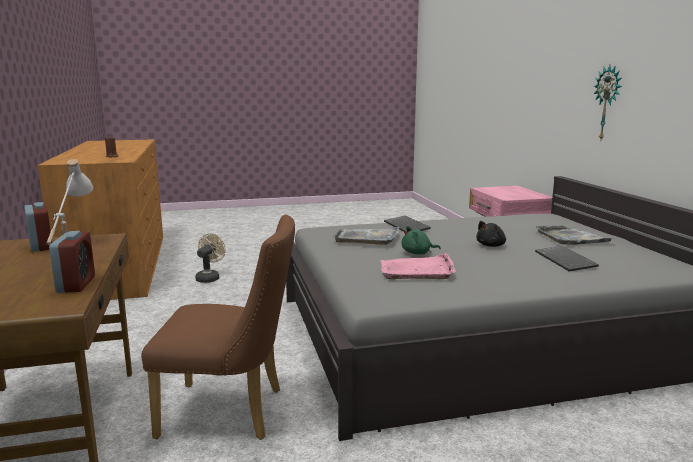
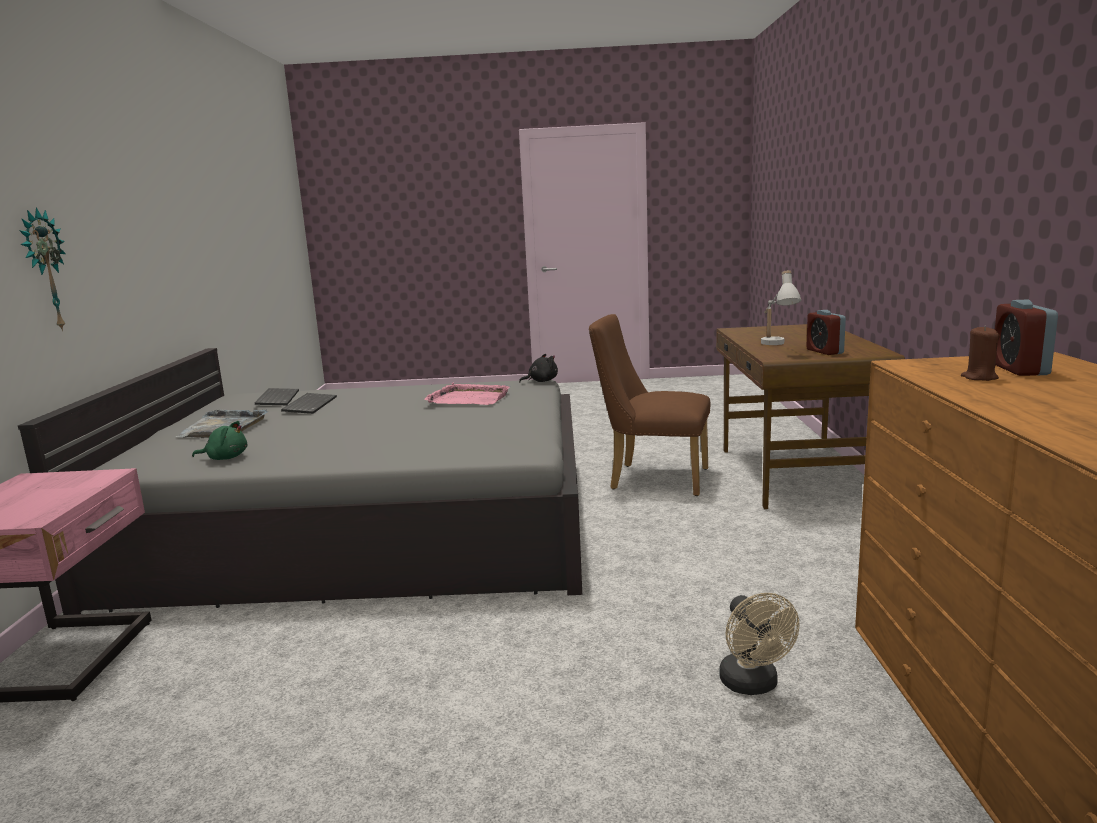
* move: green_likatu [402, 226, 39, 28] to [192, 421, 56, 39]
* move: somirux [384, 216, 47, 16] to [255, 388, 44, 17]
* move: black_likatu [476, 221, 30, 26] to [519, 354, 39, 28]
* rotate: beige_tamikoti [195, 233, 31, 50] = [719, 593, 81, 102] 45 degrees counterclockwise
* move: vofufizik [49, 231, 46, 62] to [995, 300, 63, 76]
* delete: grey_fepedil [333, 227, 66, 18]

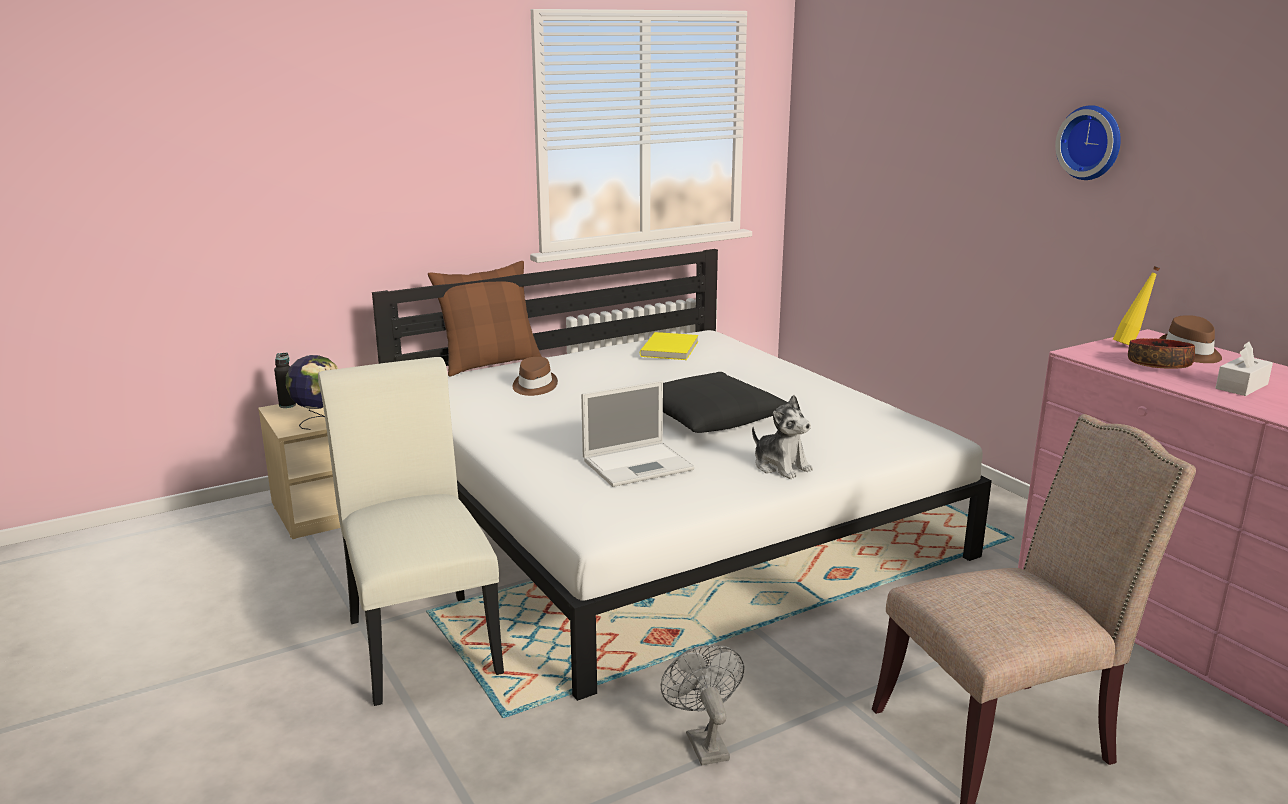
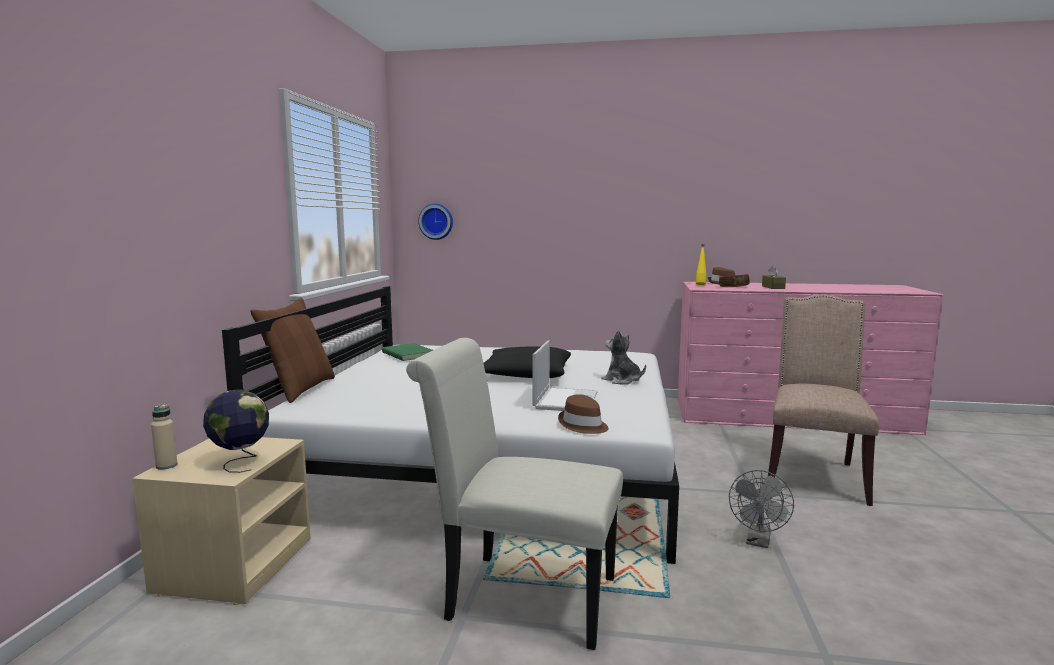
* recolor: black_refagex [274, 353, 22, 55] to beige_refagex [151, 403, 26, 67]
* recolor: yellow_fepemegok [640, 332, 58, 28] to green_fepemegok [382, 343, 51, 18]
* move: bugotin [1055, 105, 66, 75] to [418, 203, 35, 37]
* move: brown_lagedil [513, 357, 45, 39] to [558, 394, 51, 40]
* rotate: likatu [752, 395, 61, 84] = [602, 330, 44, 55] 135 degrees counterclockwise
* rotate: grey_tamikoti [661, 645, 83, 120] = [729, 470, 65, 78] 90 degrees counterclockwise
* recolor: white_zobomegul [1215, 342, 58, 54] to brown_zobomegul [762, 266, 24, 23]

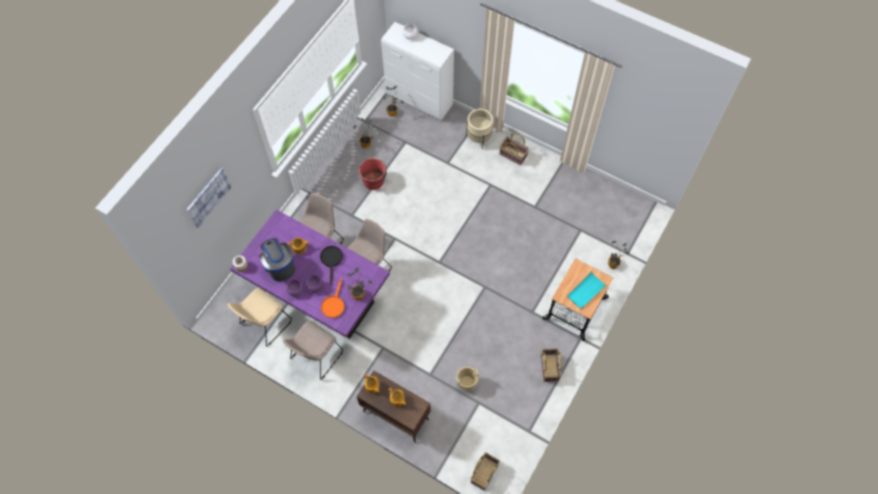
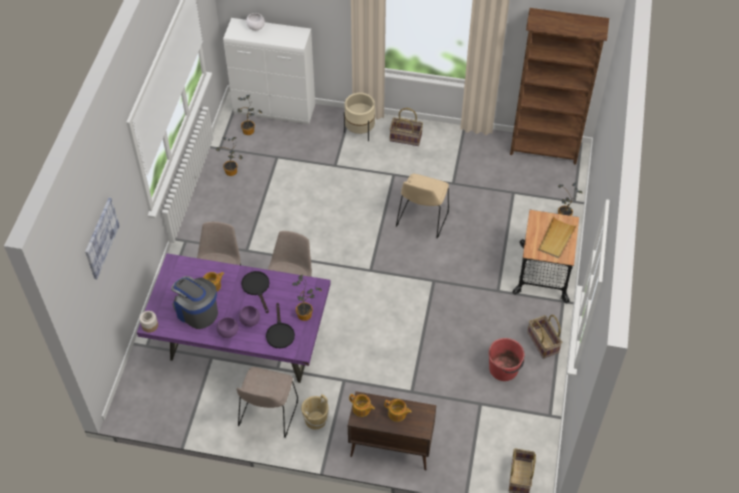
* recolor: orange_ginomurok [321, 278, 23, 40] to black_ginomurok [266, 303, 29, 45]
* move: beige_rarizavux [456, 367, 23, 25] to [301, 394, 28, 36]
* move: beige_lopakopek [228, 287, 64, 60] to [396, 174, 53, 64]
* move: red_rarizavux [359, 158, 27, 32] to [488, 338, 36, 43]
* insert: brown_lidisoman [510, 8, 99, 157]
* recolor: turquoise_fepedil [567, 271, 40, 38] to beige_fepedil [538, 216, 39, 42]

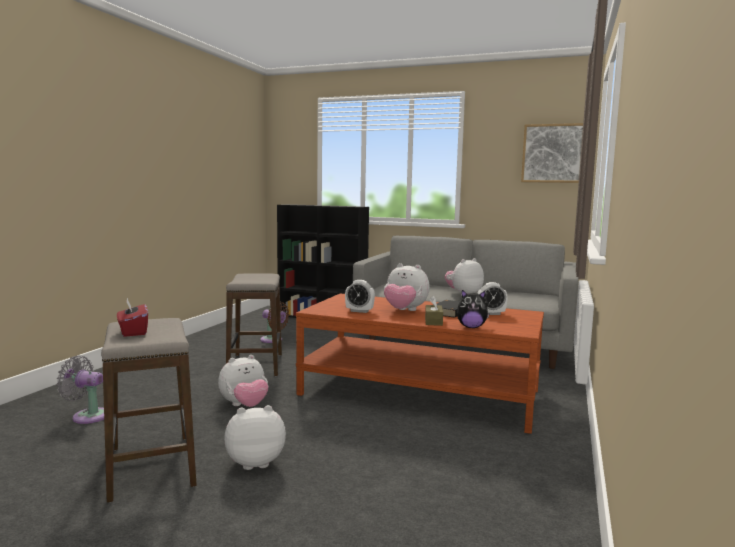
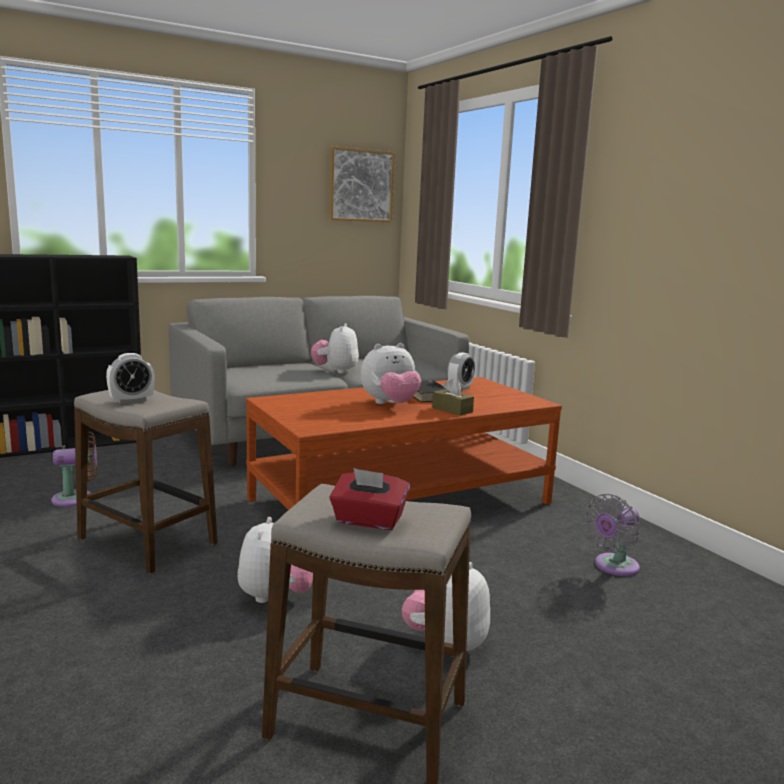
* move: vofufizik [345, 280, 30, 33] to [106, 353, 49, 51]
* move: grey_tamikoti [56, 355, 48, 69] to [585, 494, 55, 82]
* delete: likatu [457, 290, 33, 38]

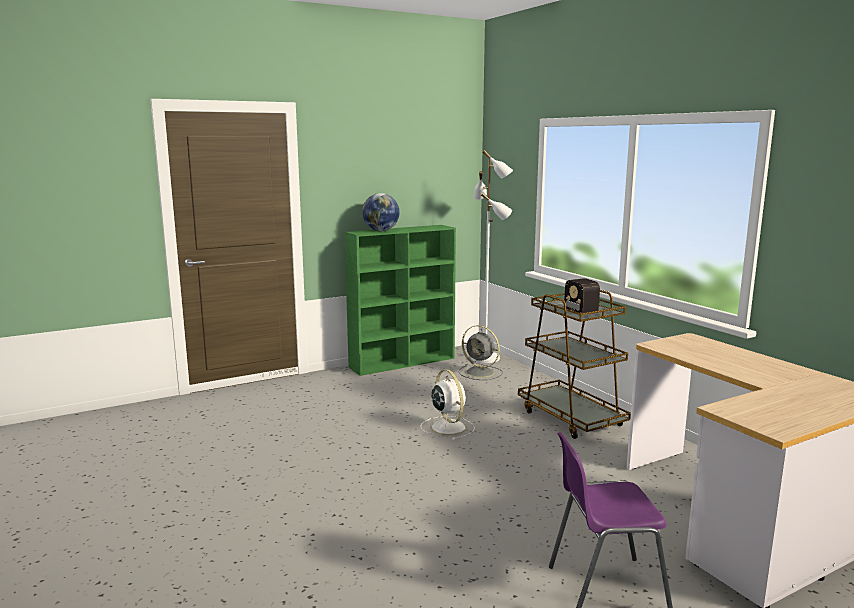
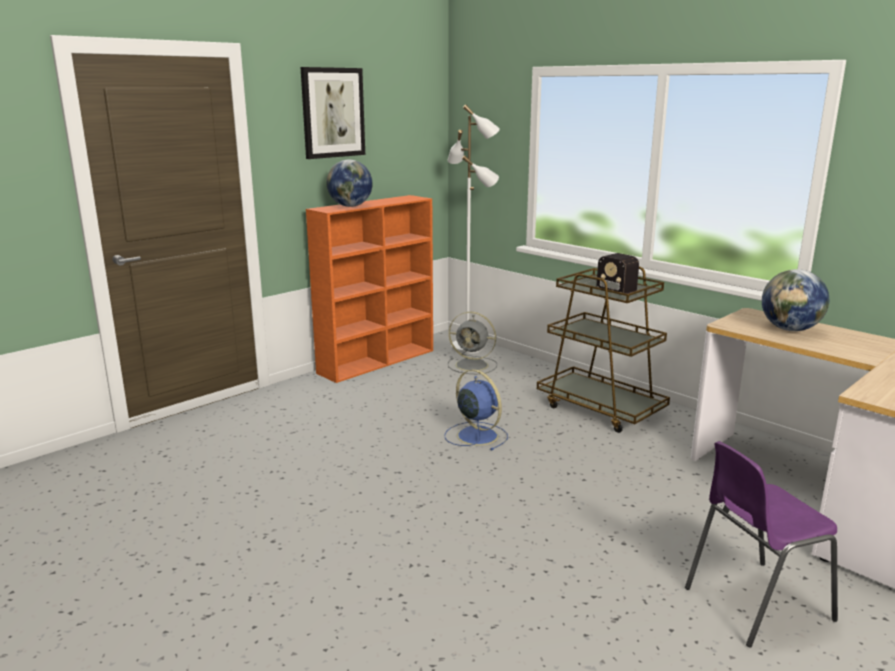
* insert: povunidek [300, 67, 65, 92]
* recolor: green_lidisoman [345, 225, 111, 151] to orange_lidisoman [306, 195, 127, 188]
* recolor: white_tamikoti [420, 369, 55, 71] to blue_tamikoti [444, 369, 64, 82]
* insert: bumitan [762, 269, 67, 62]

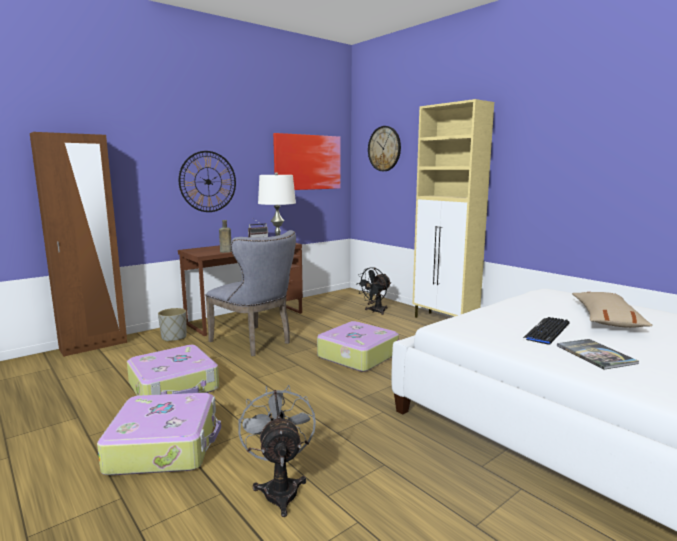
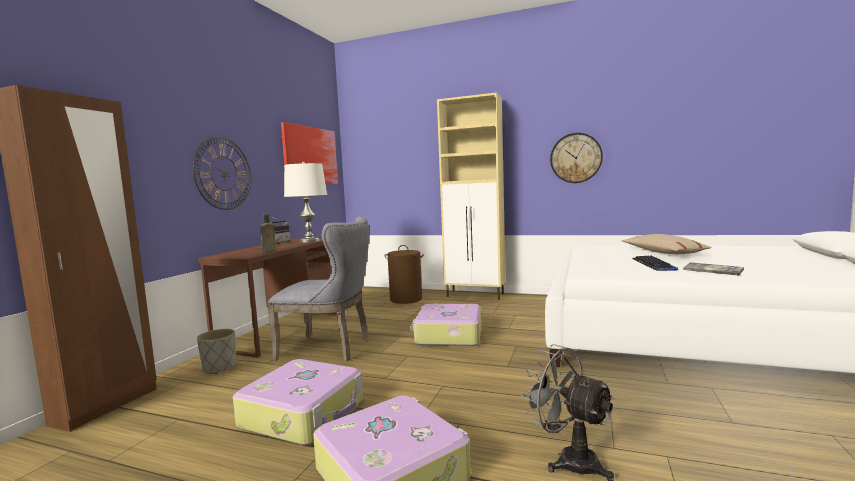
* replace: black_tamikoti [357, 267, 34, 48] to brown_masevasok [384, 245, 40, 59]
* move: bugotin [368, 126, 33, 45] to [550, 133, 53, 50]

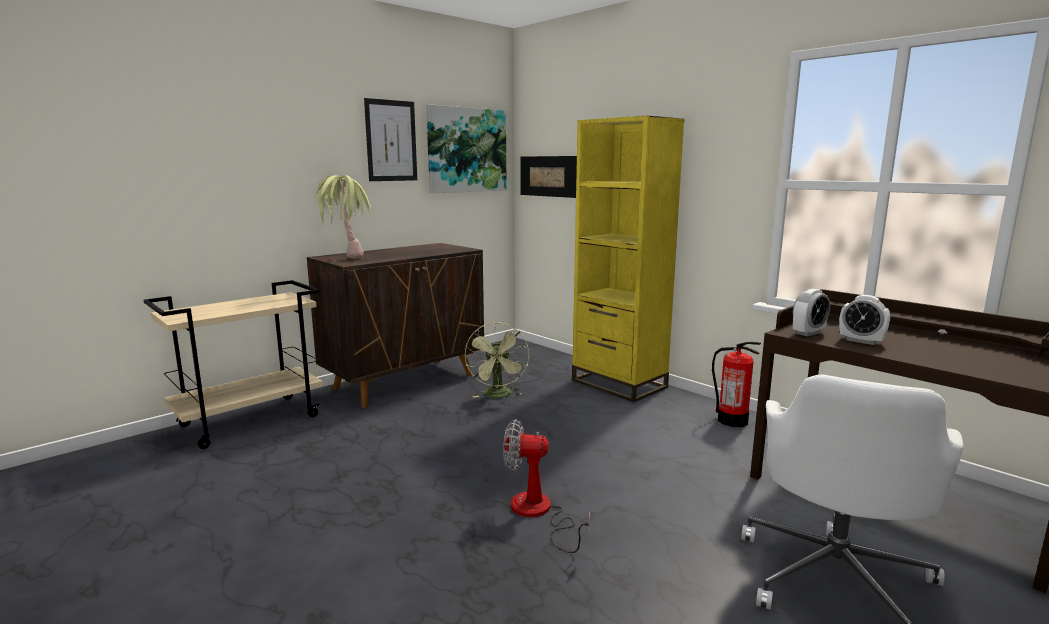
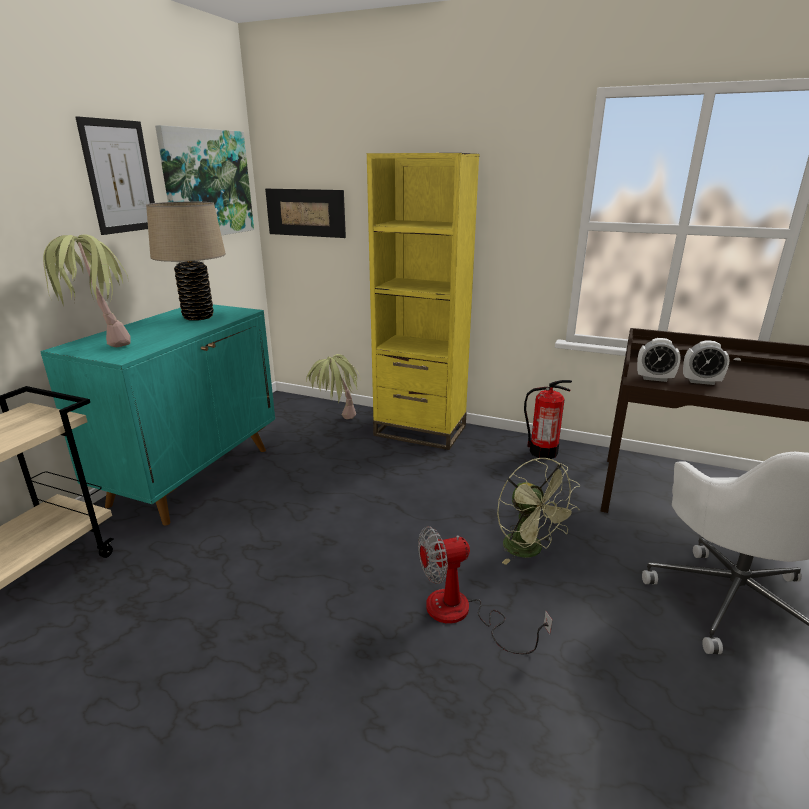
* recolor: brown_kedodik [307, 243, 177, 165] to turquoise_kedodik [40, 304, 235, 222]
* insert: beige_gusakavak [146, 202, 80, 119]
* insert: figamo [306, 354, 54, 65]
* move: green_tamikoti [465, 322, 64, 76] to [497, 458, 83, 107]
* rotate: vofufizik [793, 289, 37, 47] = [637, 338, 44, 44] 75 degrees clockwise

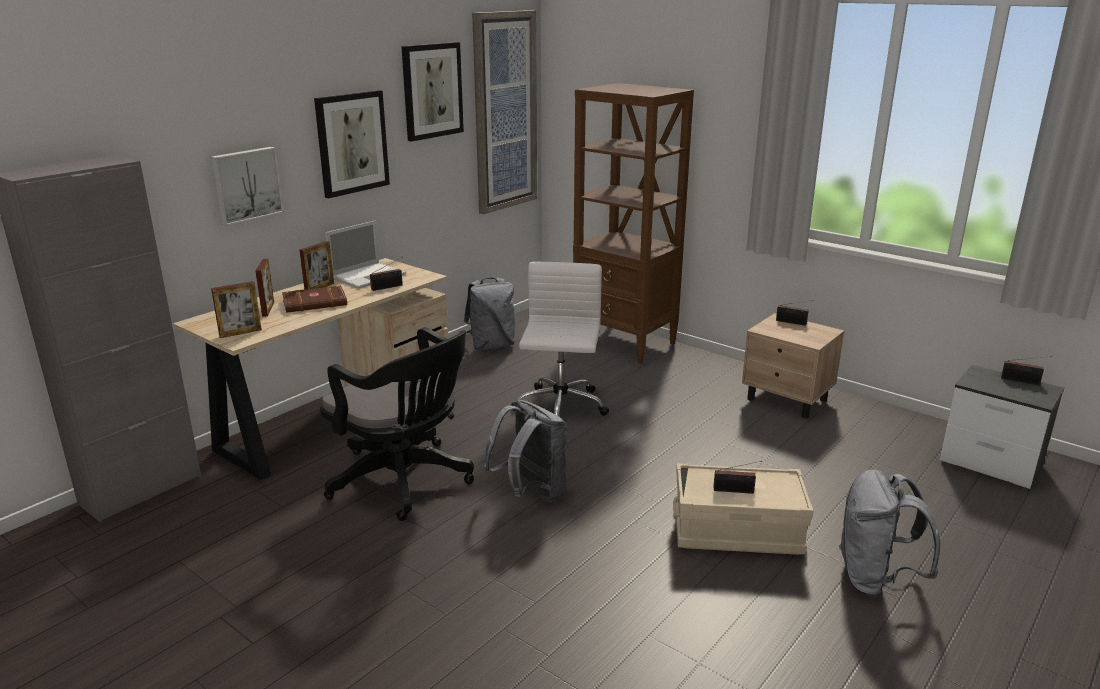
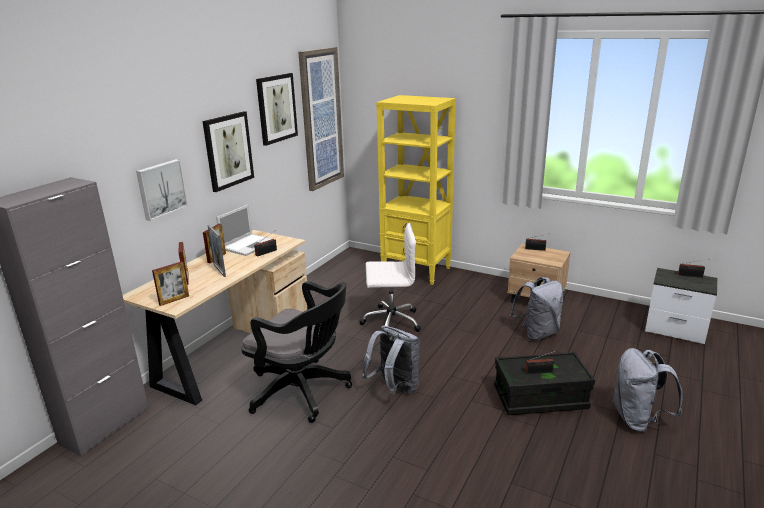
* replace: brown_fepemegok [282, 285, 65, 28] to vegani [207, 225, 19, 52]
* rotate: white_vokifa [511, 262, 98, 154] = [360, 223, 61, 109] 90 degrees clockwise
* recolor: brown_lidisoman [573, 83, 121, 281] to yellow_lidisoman [376, 95, 80, 190]
* recolor: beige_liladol [673, 463, 140, 92] to black_liladol [494, 351, 101, 64]
* move: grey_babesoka [464, 278, 51, 72] to [510, 277, 53, 63]

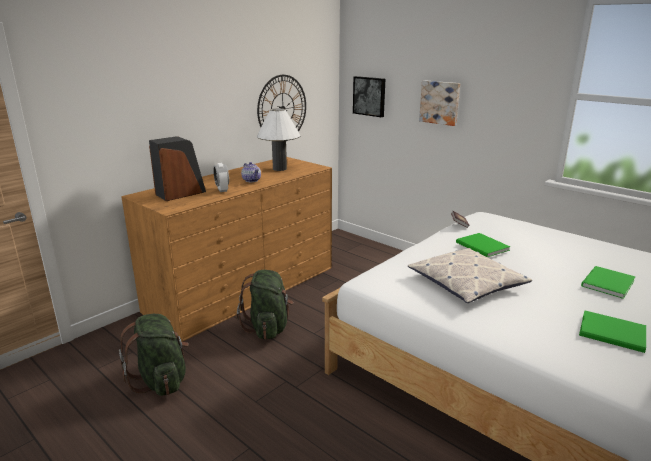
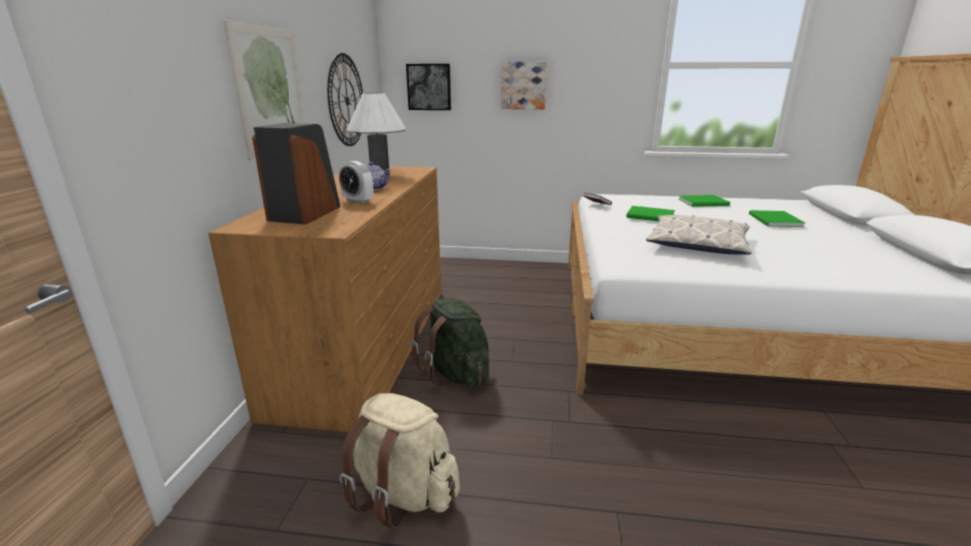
* insert: povunidek [223, 20, 83, 140]
* recolor: green_babesoka [119, 314, 70, 82] to beige_babesoka [340, 393, 120, 136]
* move: green_fepemegok [579, 310, 67, 43] to [679, 195, 51, 12]

